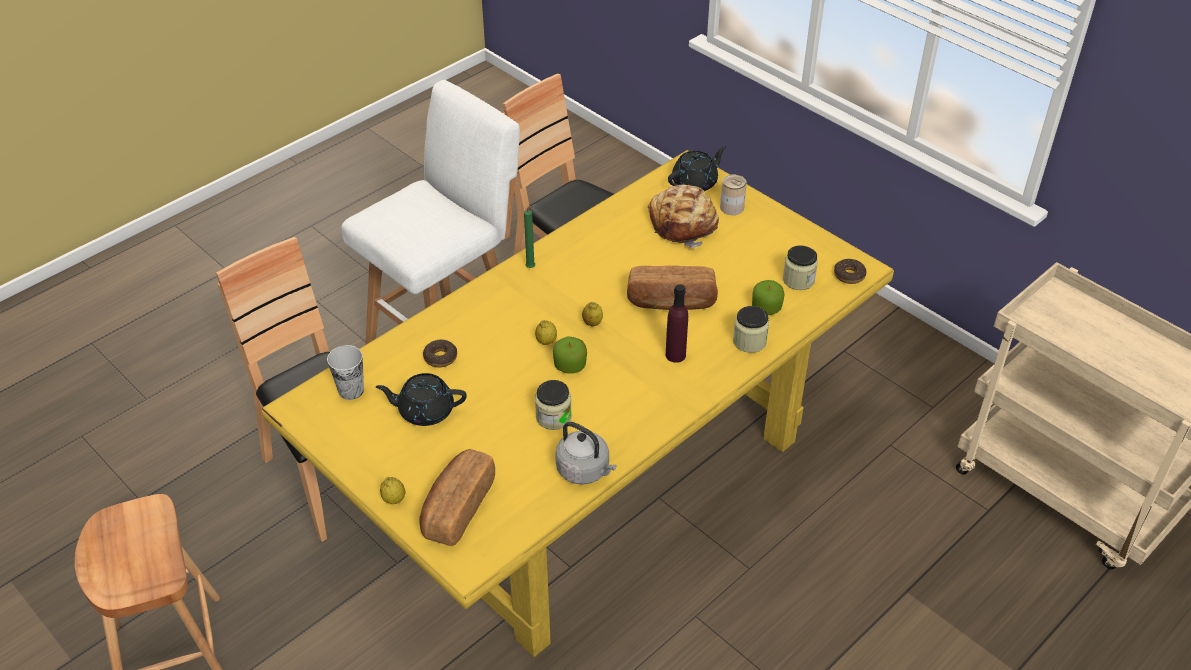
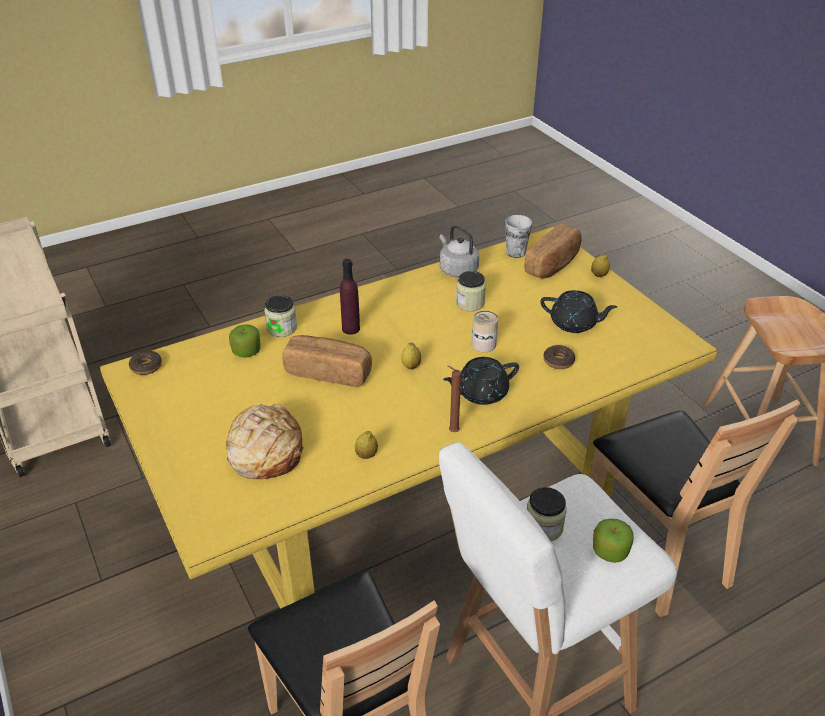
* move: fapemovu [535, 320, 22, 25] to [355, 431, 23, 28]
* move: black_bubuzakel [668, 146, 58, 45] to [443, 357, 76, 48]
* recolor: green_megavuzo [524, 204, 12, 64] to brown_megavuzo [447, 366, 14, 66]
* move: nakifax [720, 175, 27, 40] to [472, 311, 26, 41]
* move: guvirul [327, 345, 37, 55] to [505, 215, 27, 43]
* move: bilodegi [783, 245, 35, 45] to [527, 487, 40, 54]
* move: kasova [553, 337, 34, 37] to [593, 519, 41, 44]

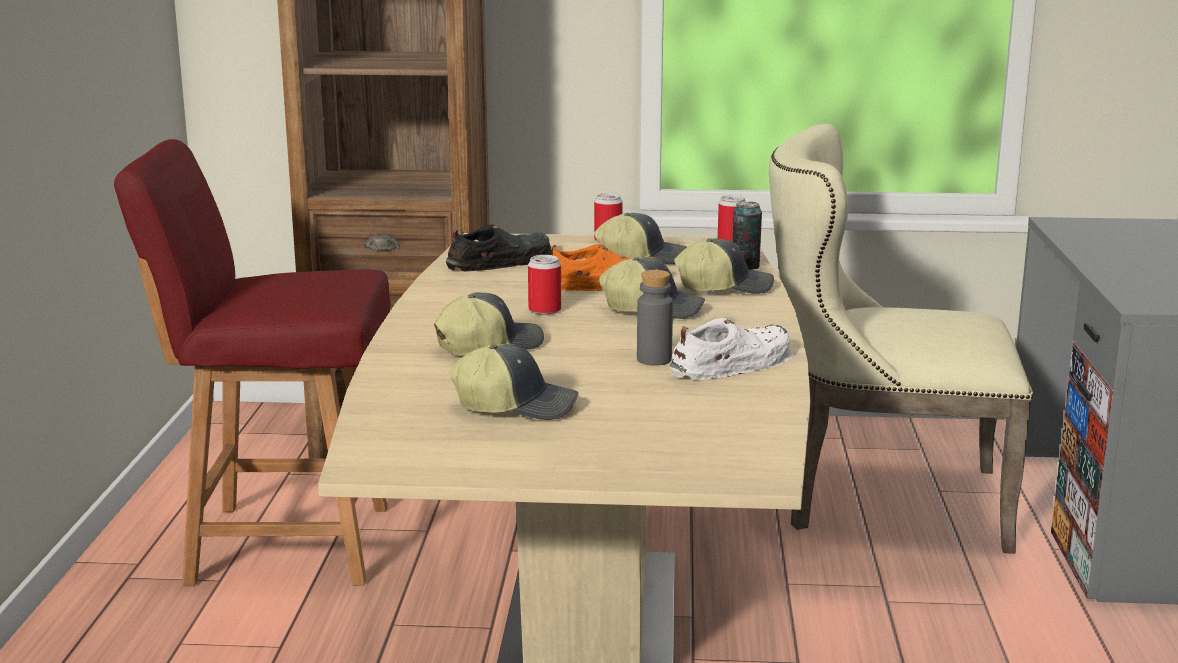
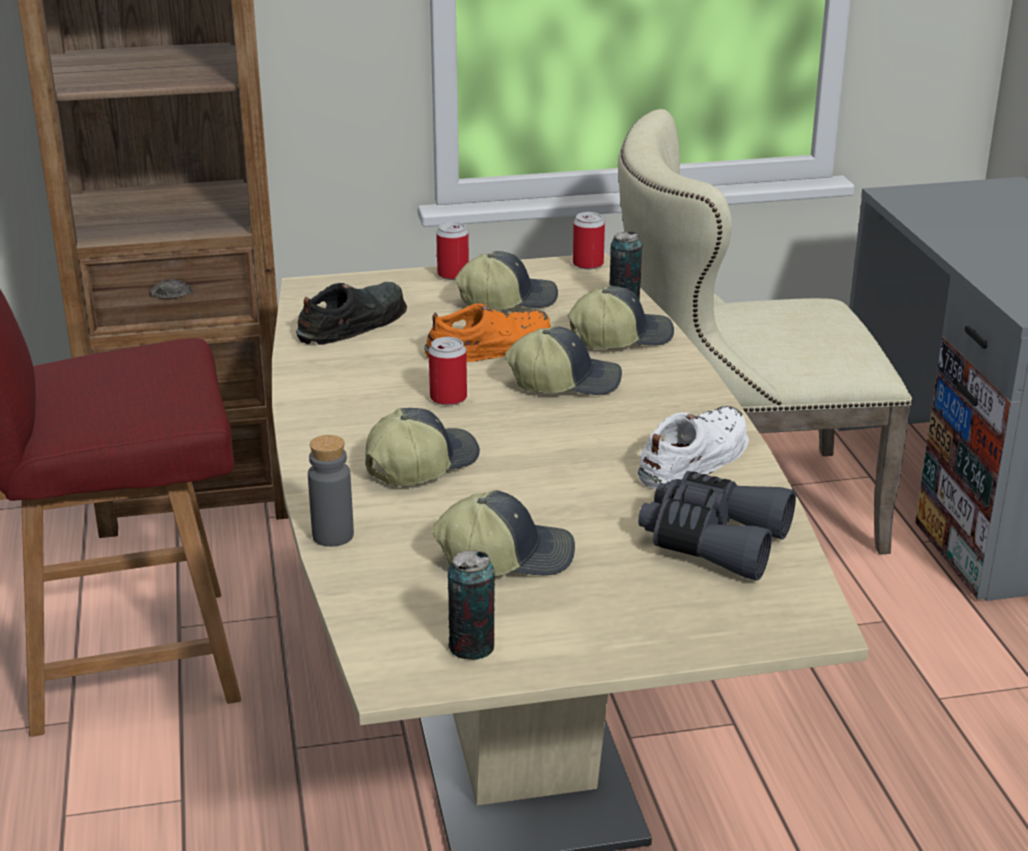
* move: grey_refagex [637, 270, 36, 96] to [308, 435, 46, 112]
* insert: nakifax [448, 550, 47, 110]
* insert: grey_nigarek [638, 471, 158, 110]

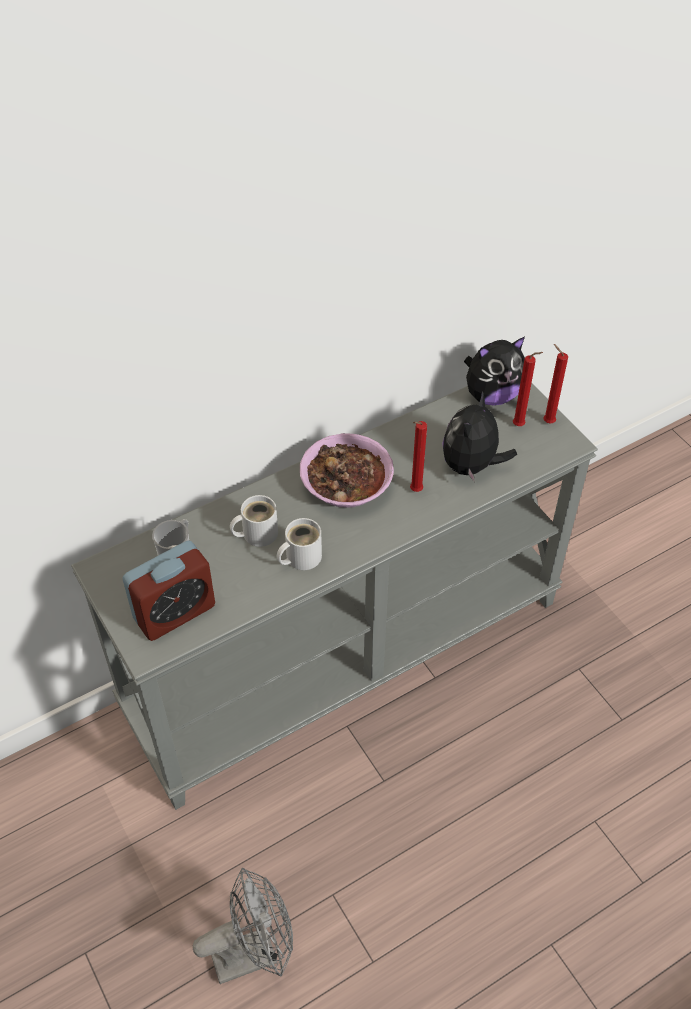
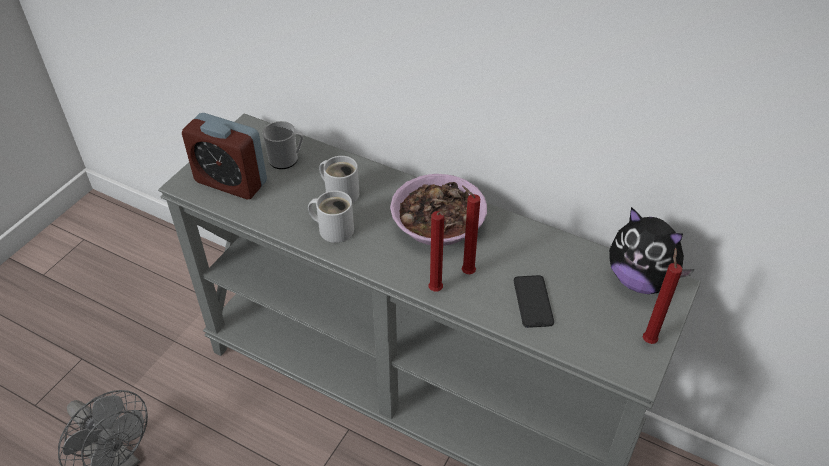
* move: red_megavuzo [513, 352, 30, 74] to [429, 211, 15, 80]
* replace: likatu [442, 391, 75, 92] to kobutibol [514, 275, 40, 53]

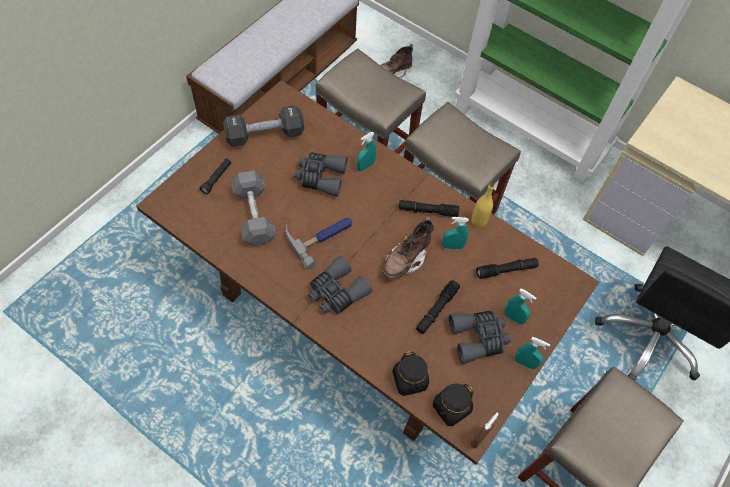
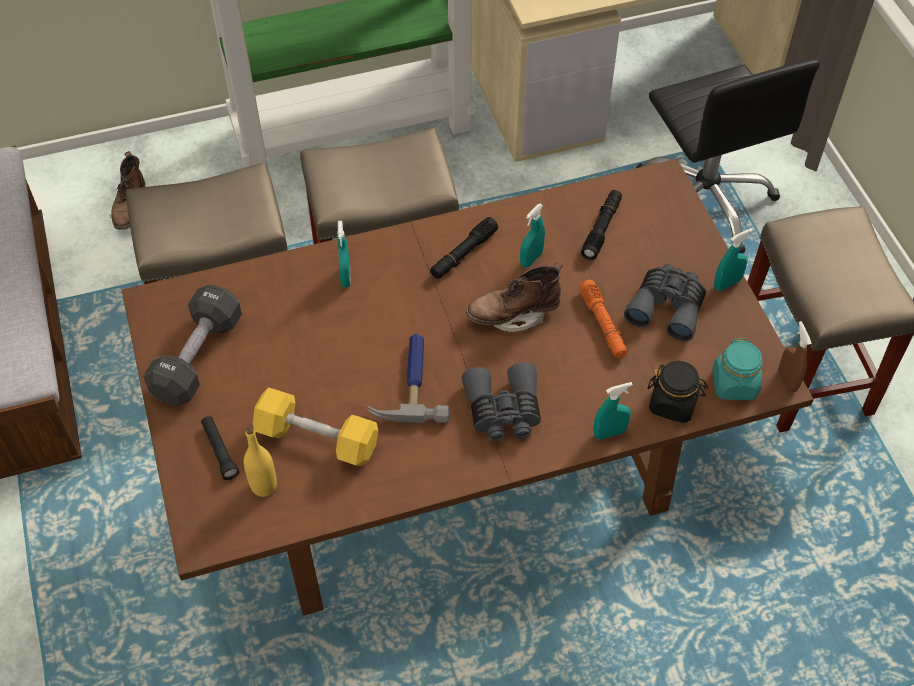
* move: yellow_refagex [471, 183, 23, 45] to [244, 427, 33, 70]
* recolor: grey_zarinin [231, 171, 45, 75] to yellow_zarinin [253, 388, 125, 78]
* rotate: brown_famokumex [383, 216, 51, 63] = [466, 262, 97, 70] 90 degrees clockwise
* recolor: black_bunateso [416, 280, 44, 54] to orange_bunateso [579, 280, 48, 78]
* move: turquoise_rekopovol [504, 289, 32, 36] to [593, 382, 40, 58]
* recolor: black_bilodegi [433, 384, 40, 42] to turquoise_bilodegi [713, 337, 50, 63]
* delete: grey_nigarek [294, 152, 54, 45]

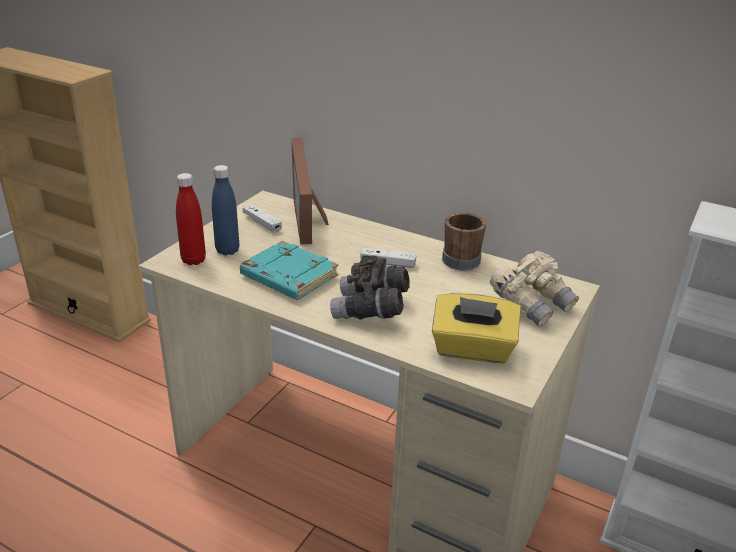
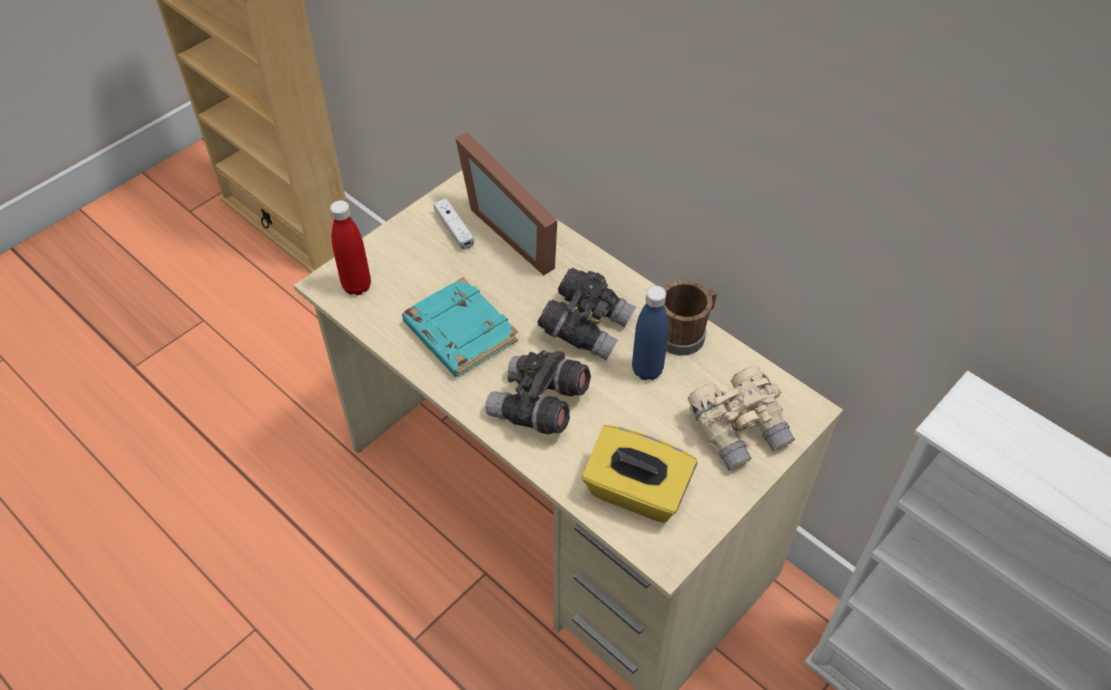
* rotate: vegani [291, 138, 38, 107] = [455, 132, 102, 143] 45 degrees counterclockwise
* replace: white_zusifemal [360, 247, 56, 21] to grey_nigarek [538, 268, 98, 92]
* move: blue_refagex [212, 165, 27, 90] to [632, 286, 36, 94]

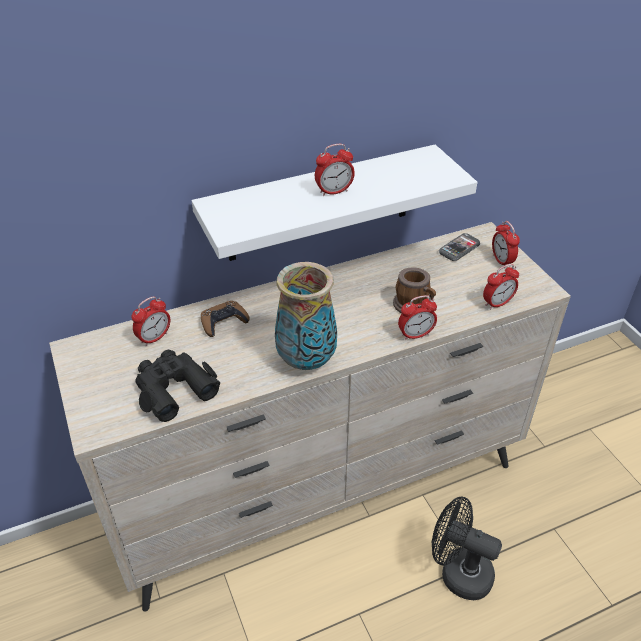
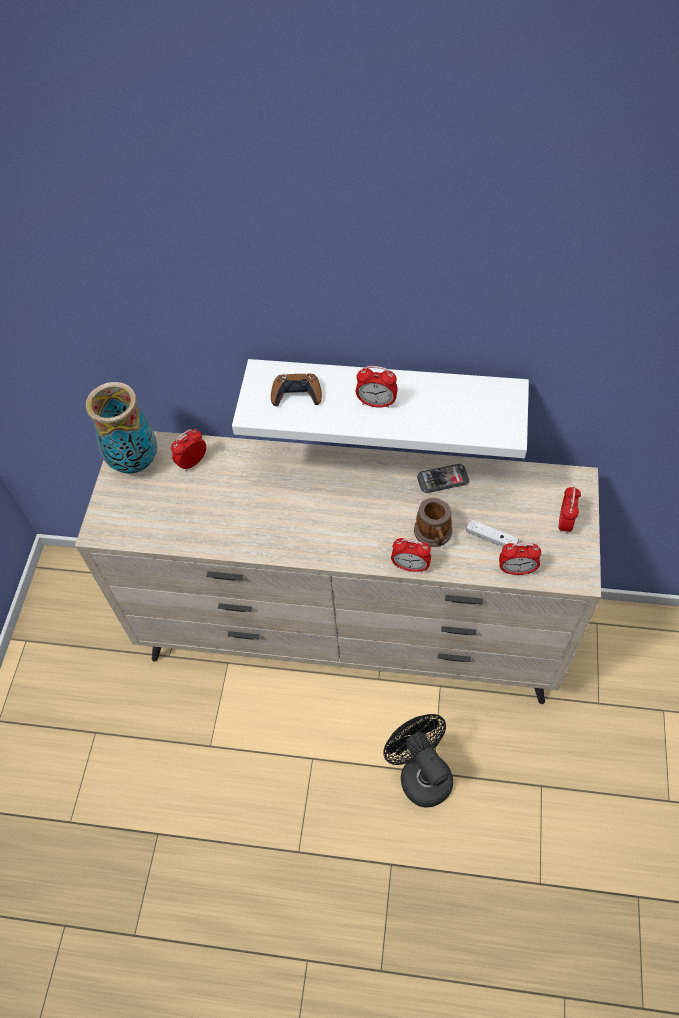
* move: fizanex [275, 262, 62, 108] to [86, 382, 71, 92]
* rotate: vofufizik [131, 296, 39, 51] = [171, 429, 35, 42] 150 degrees clockwise
* move: brown_zusifemal [201, 301, 49, 36] to [271, 373, 51, 33]
* move: kobutibol [439, 233, 41, 28] to [417, 464, 52, 29]
* insert: white_zusifemal [466, 519, 53, 28]
* delete: black_nigarek [135, 350, 85, 72]

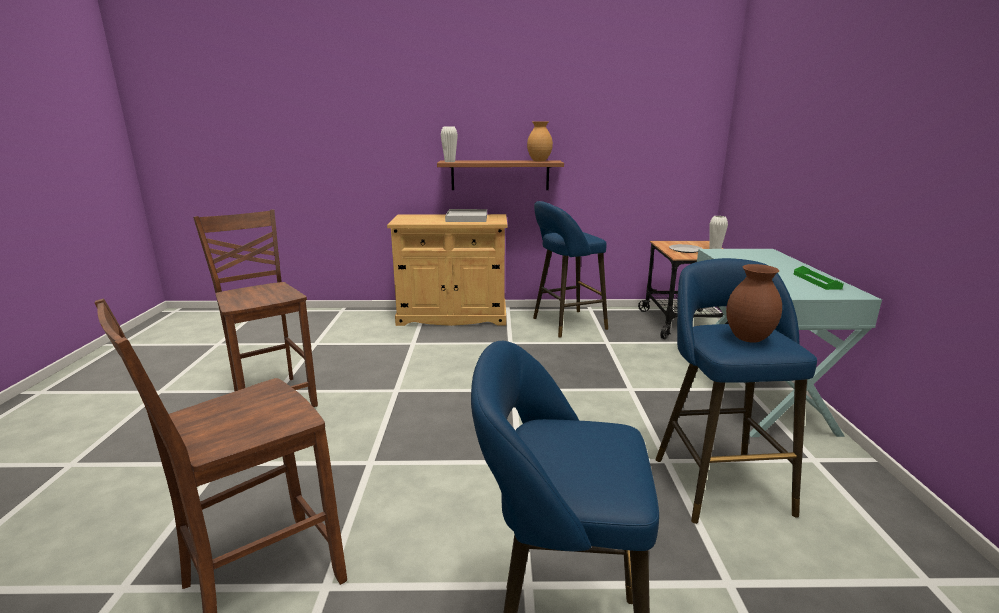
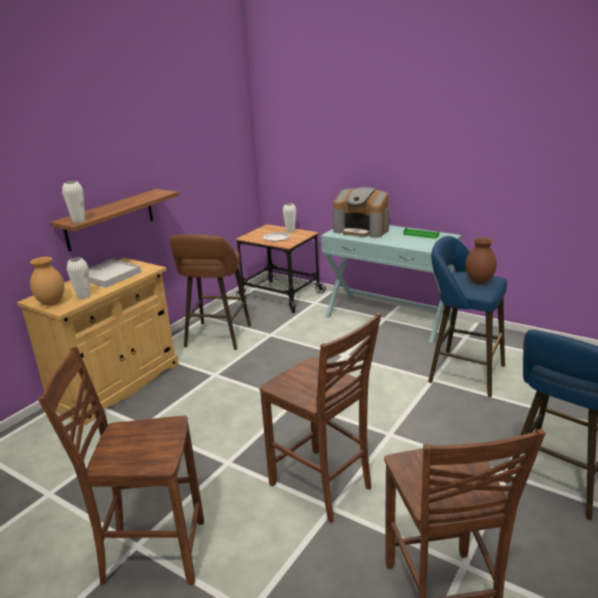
* move: brown_fizanex [527, 121, 26, 40] to [30, 257, 35, 49]
* insert: white_fizanex [67, 258, 23, 41]
* recolor: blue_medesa [533, 201, 75, 137] to brown_medesa [170, 234, 81, 116]
* insert: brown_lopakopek [259, 312, 122, 211]
* insert: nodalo [333, 187, 56, 51]

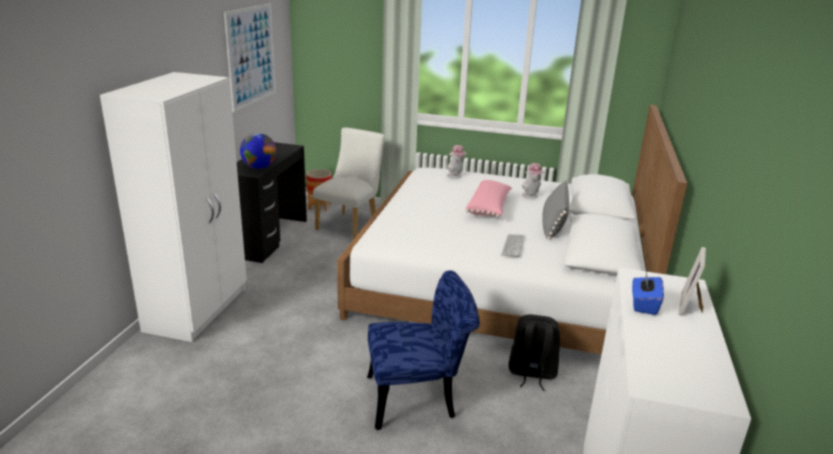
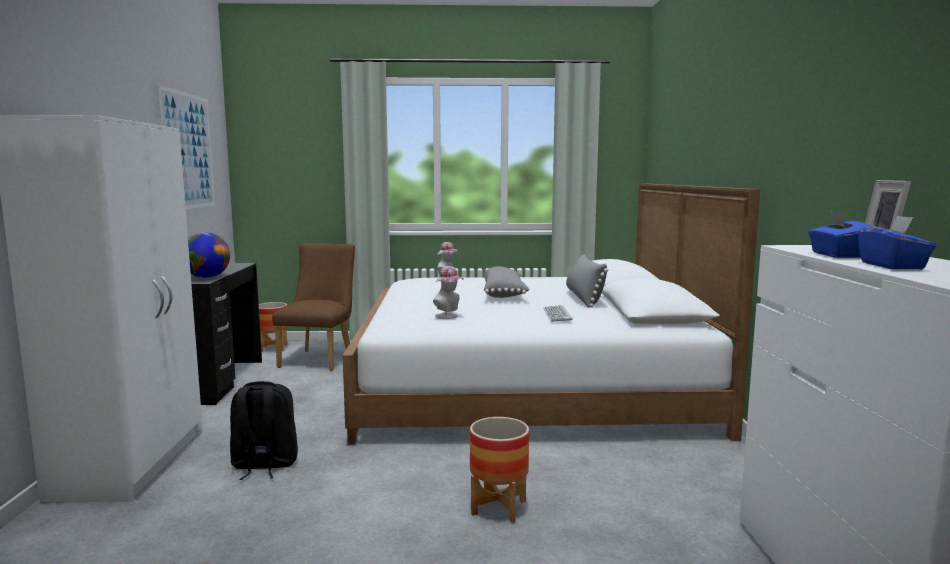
* move: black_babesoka [508, 314, 52, 77] to [230, 381, 68, 99]
* recolor: white_lopakopek [313, 128, 72, 111] to brown_lopakopek [272, 243, 83, 128]
* move: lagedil [522, 163, 23, 36] to [433, 266, 31, 53]
* replace: blue_lopakopek [367, 270, 113, 160] to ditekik [470, 417, 59, 106]
* recolor: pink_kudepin [465, 180, 47, 38] to grey_kudepin [484, 266, 46, 32]
* insert: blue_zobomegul [858, 216, 78, 53]

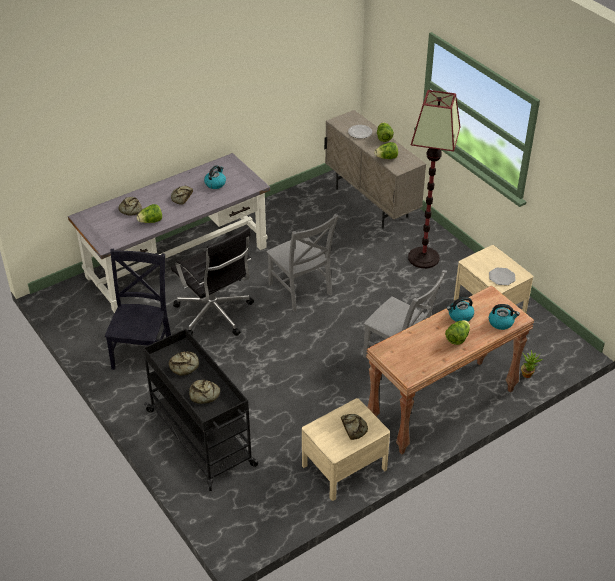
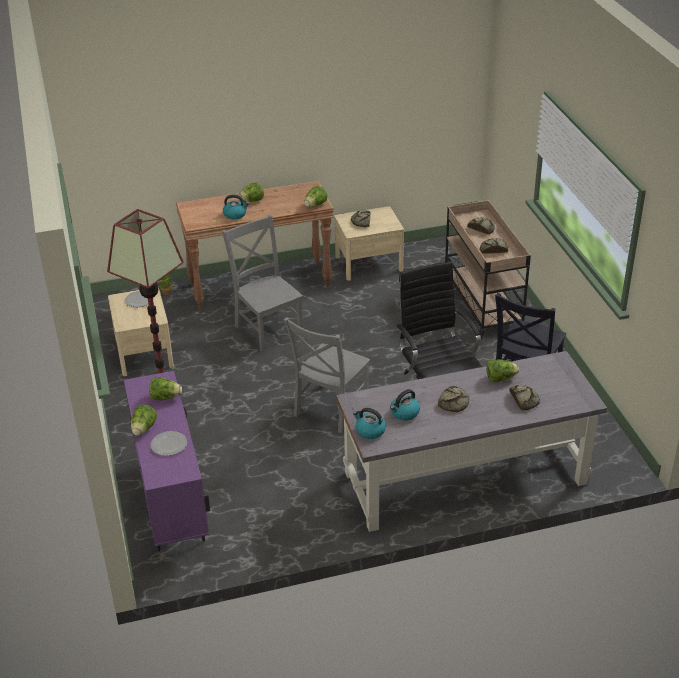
* recolor: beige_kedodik [324, 110, 102, 119] to purple_kedodik [124, 371, 86, 180]
* rotate: grey_lopakopek [266, 214, 73, 98] = [283, 317, 87, 116] 135 degrees counterclockwise
* insert: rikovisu [304, 186, 23, 21]
* move: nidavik [489, 304, 31, 26] to [353, 408, 33, 31]
* recolor: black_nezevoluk [143, 329, 115, 162] to beige_nezevoluk [445, 200, 86, 139]

